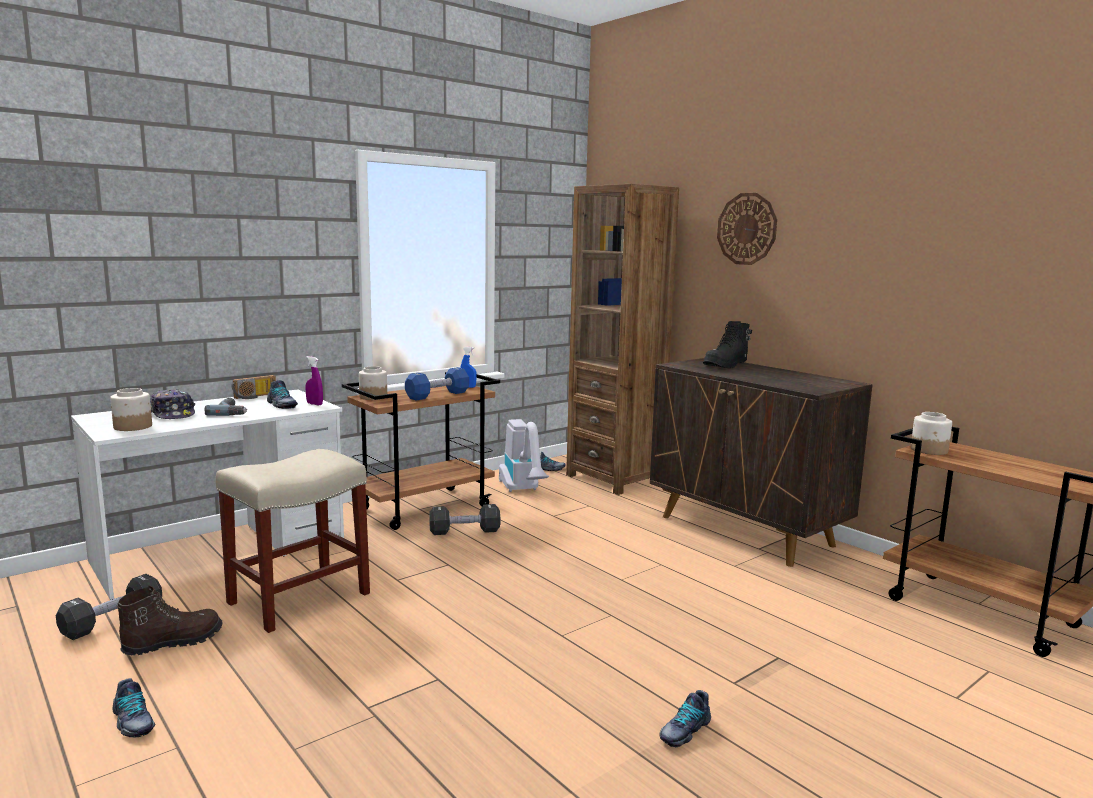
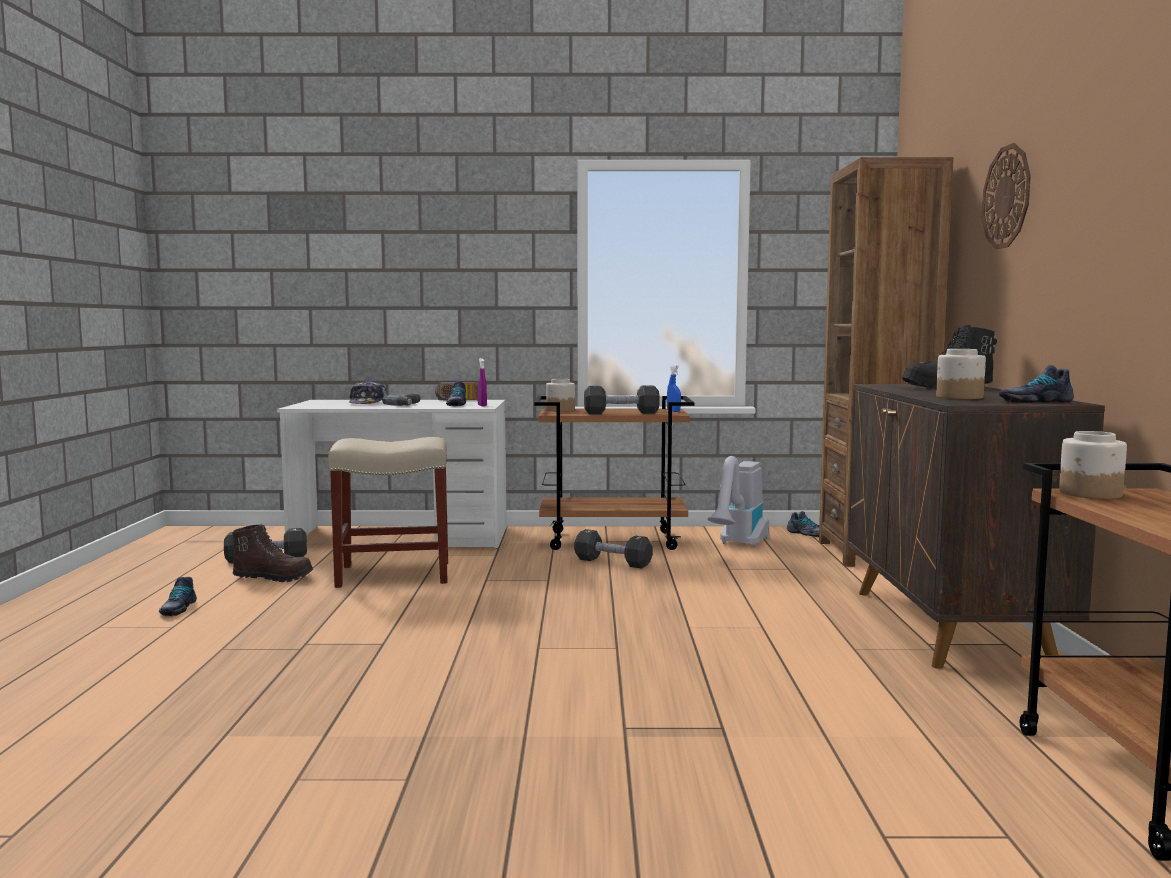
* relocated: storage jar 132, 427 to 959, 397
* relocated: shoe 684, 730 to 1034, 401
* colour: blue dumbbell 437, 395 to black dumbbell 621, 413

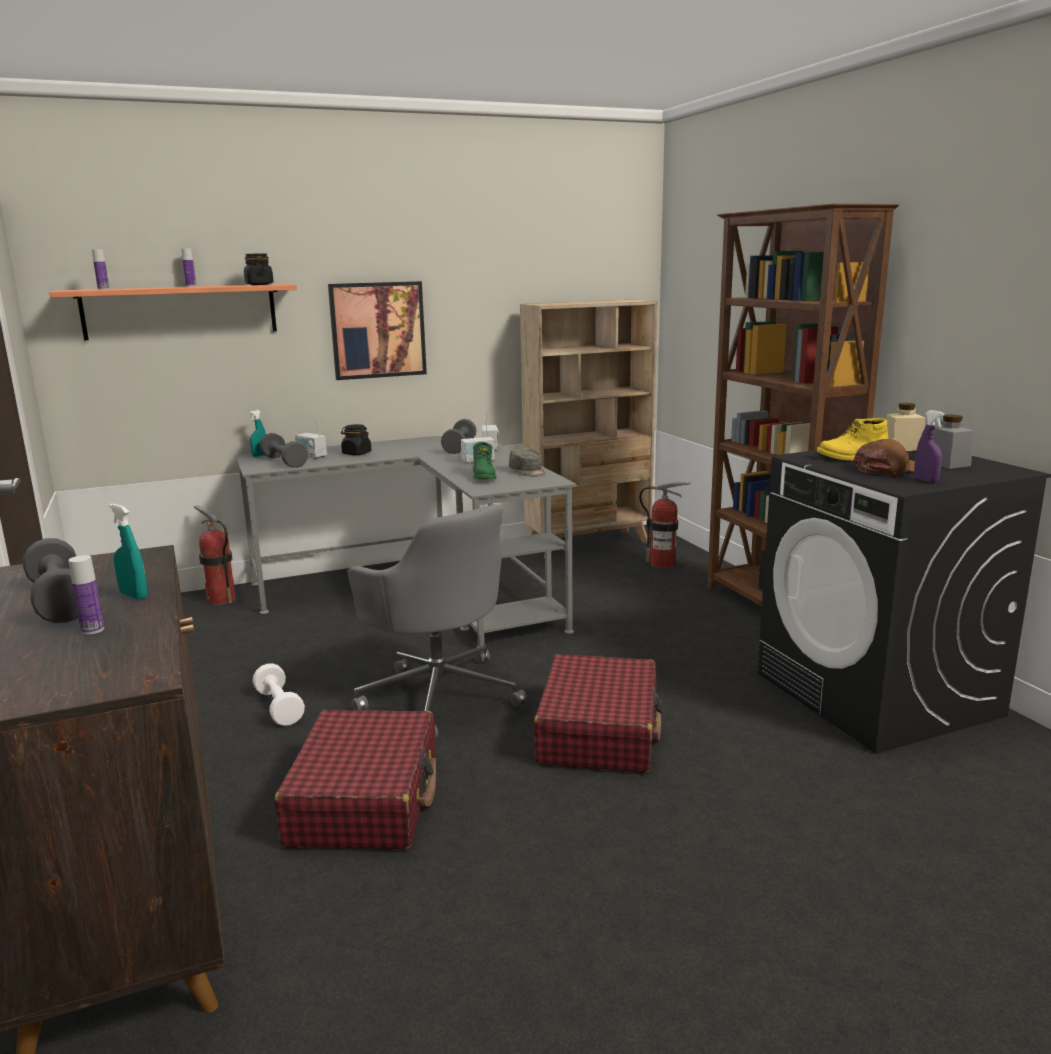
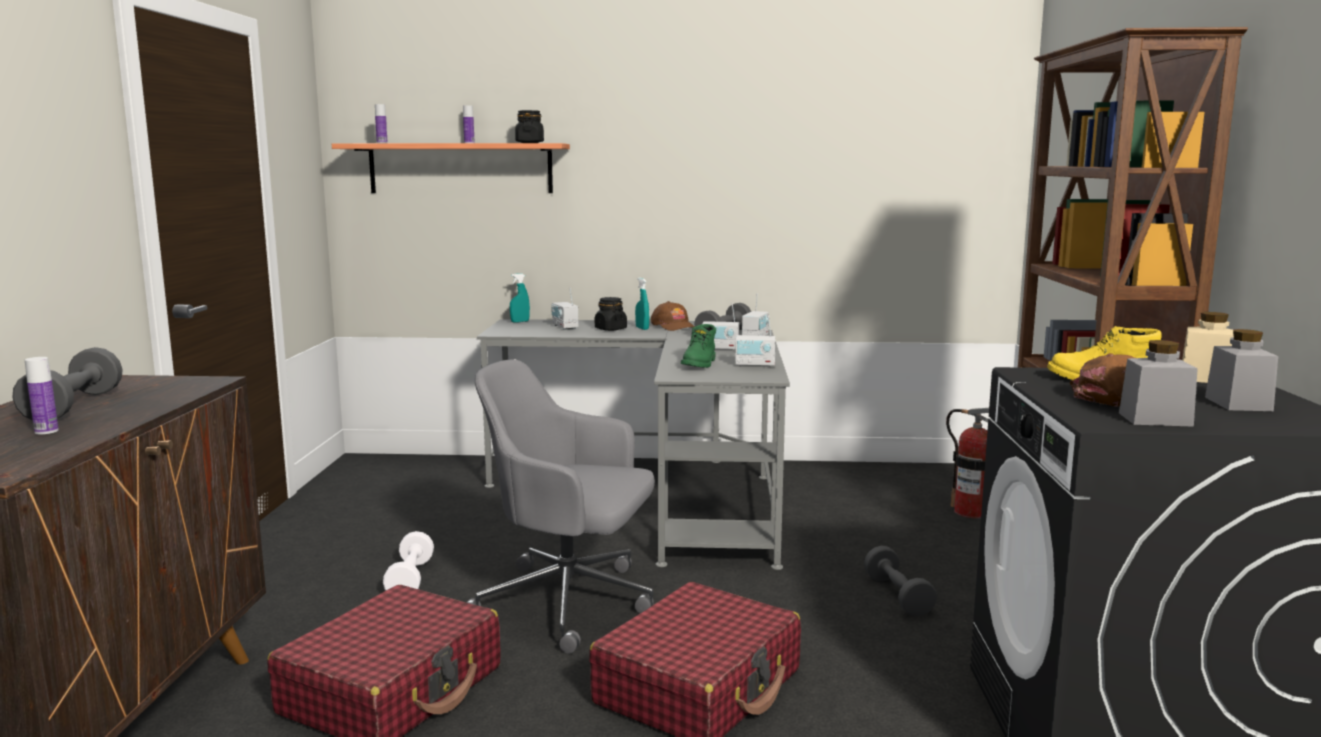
* missing: fire-fighting cylinder 221, 599
* missing: wall art 378, 330
* missing: beige-coloured bookcase 589, 544
* appeared: brown-coloured cap 674, 326
* relocated: turquoise-coloured hand sprayer 133, 596 to 642, 328
* relocated: grey dumbbell 284, 462 to 898, 596
* exchanged: grey cap 528, 472 to radio receiver 755, 365
* exchanged: purplish hand sprayer 925, 481 to grey storage jar 1155, 419
* spun: grey office chair 439, 694 = 569, 602 120 degrees clockwise

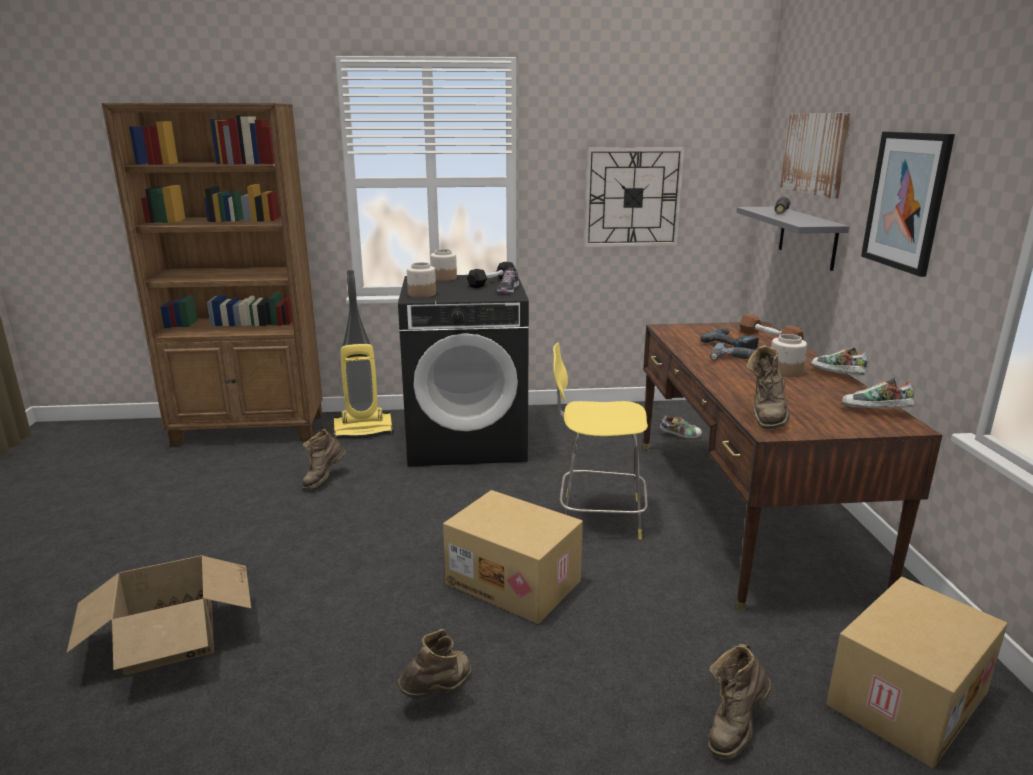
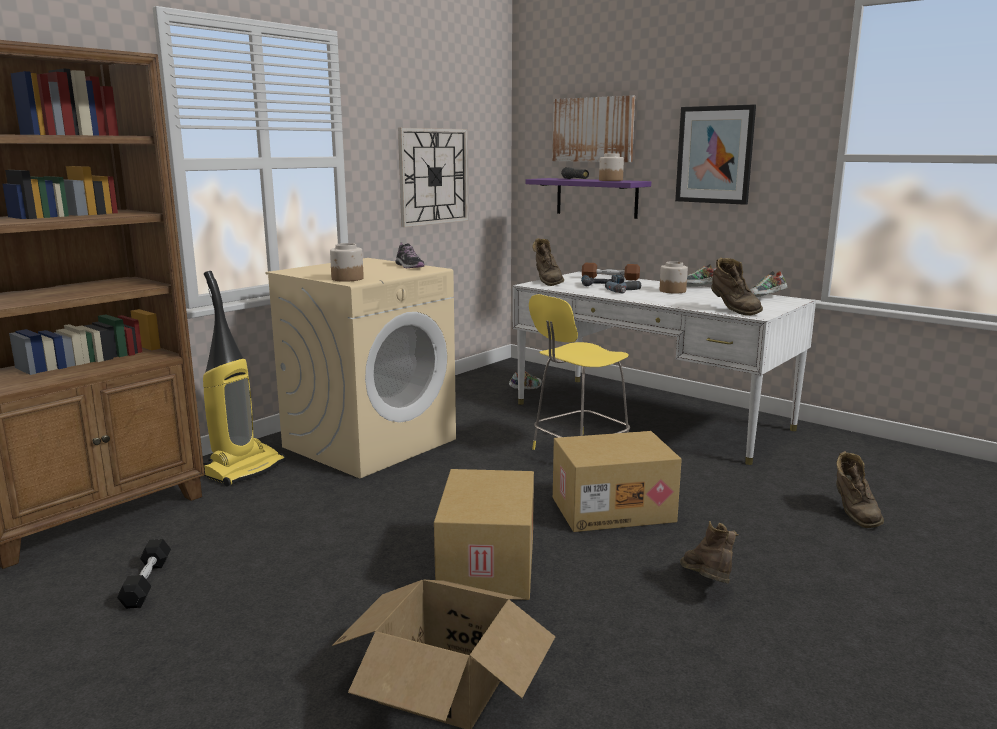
* relocated: brown-coloured tall boot 324, 479 to 547, 282
* relocated: storage jar 444, 278 to 610, 180
* relocated: black dumbbell 492, 282 to 147, 583
* relocated: cardboard box 905, 697 to 485, 564
* colour: black laundry appliance 467, 440 to beige-coloured laundry appliance 370, 443
* colour: brown-coloured desk table 745, 510 to white desk table 650, 416
* colour: grey shelf 807, 237 to purplish shelf 596, 197

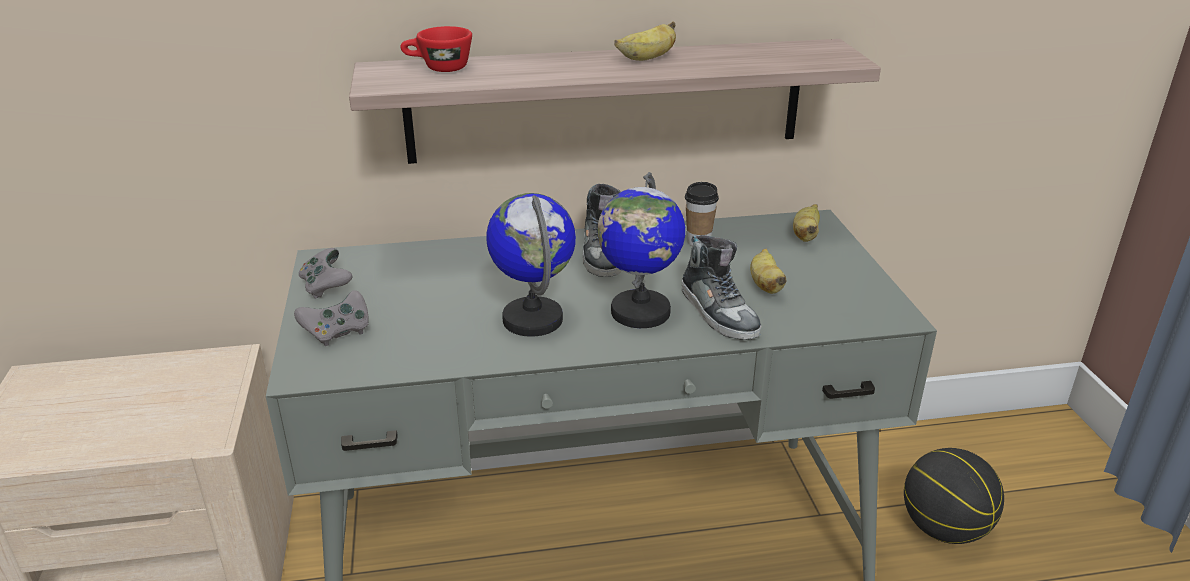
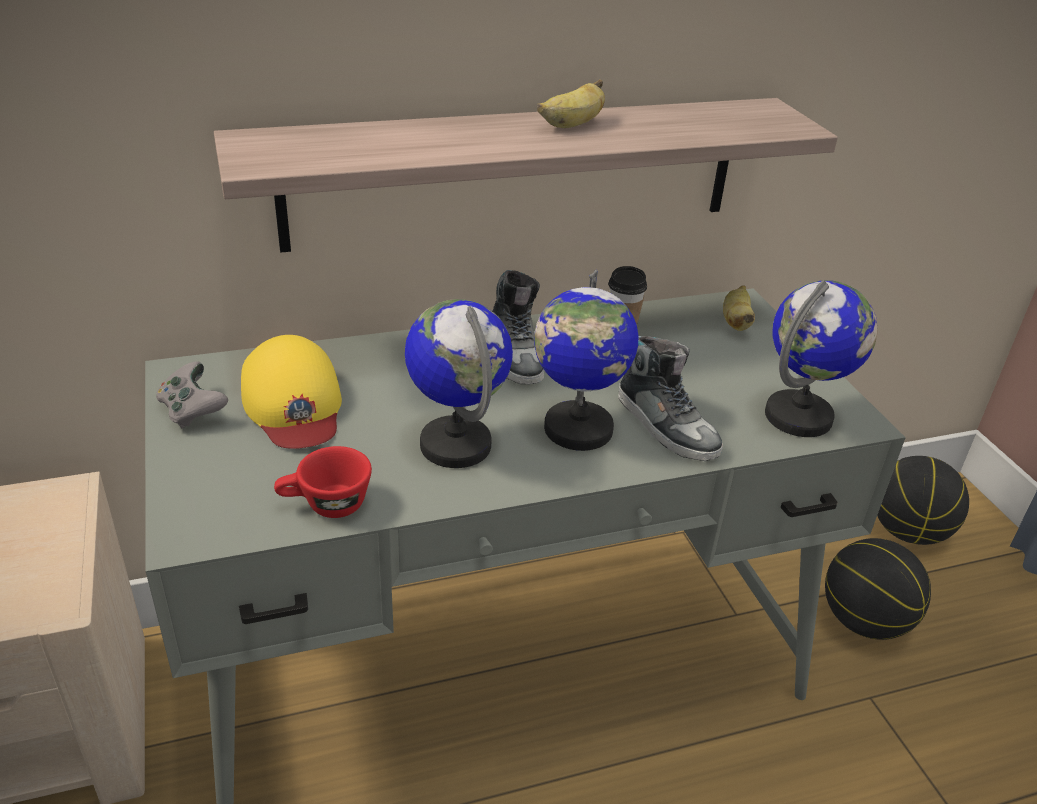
* missing: grey gamepad 337, 332
* missing: banana fruit 765, 285
* appeared: yellow cap 293, 404
* appeared: globe 799, 417
* appeared: ball for basketball 908, 532
* relocated: red-coloured cup 438, 68 to 325, 505

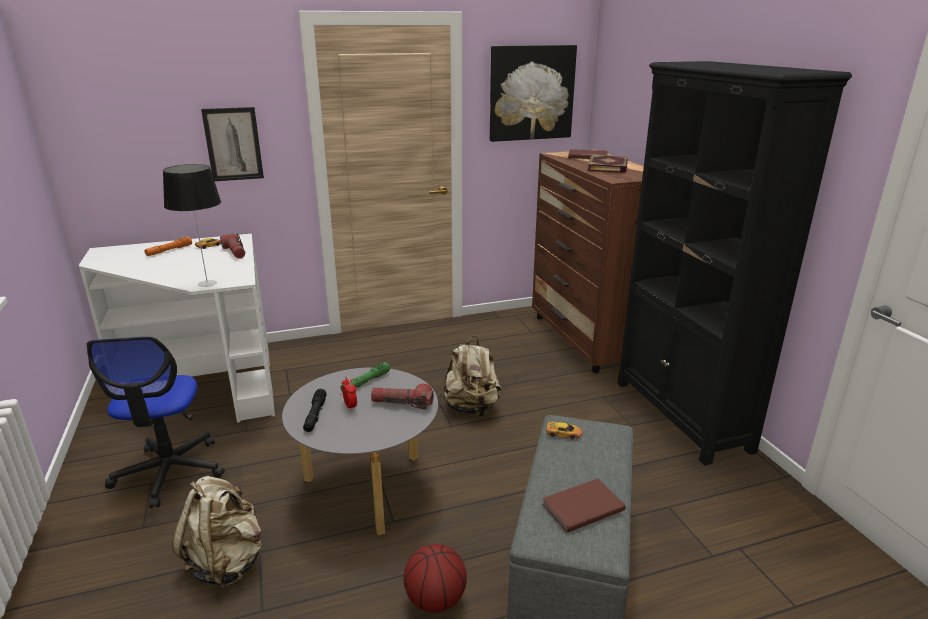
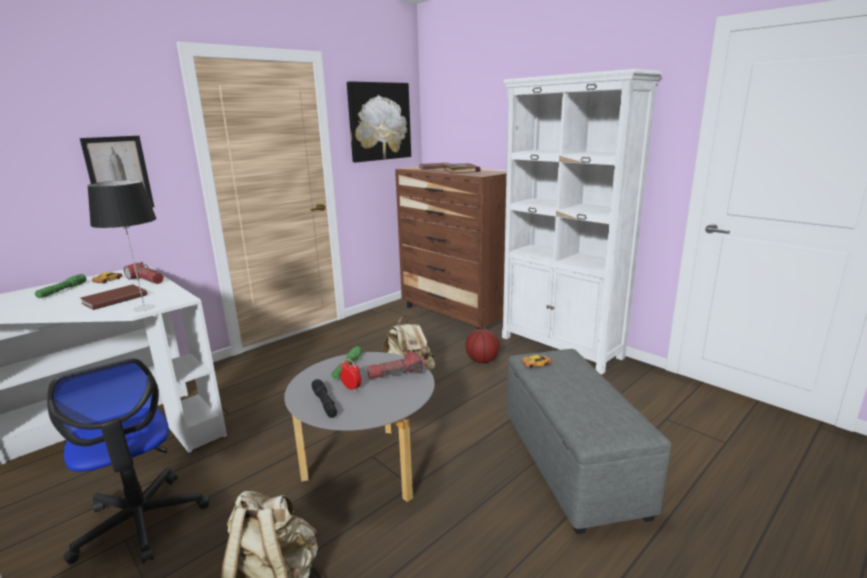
* relocated: ball for basketball 435, 599 to 482, 361
* relocated: brown-coloured book 581, 507 to 113, 299
* colour: orange-coloured flashlight 169, 250 to green flashlight 62, 290
* colour: black bookcase 681, 415 to white bookcase 561, 347

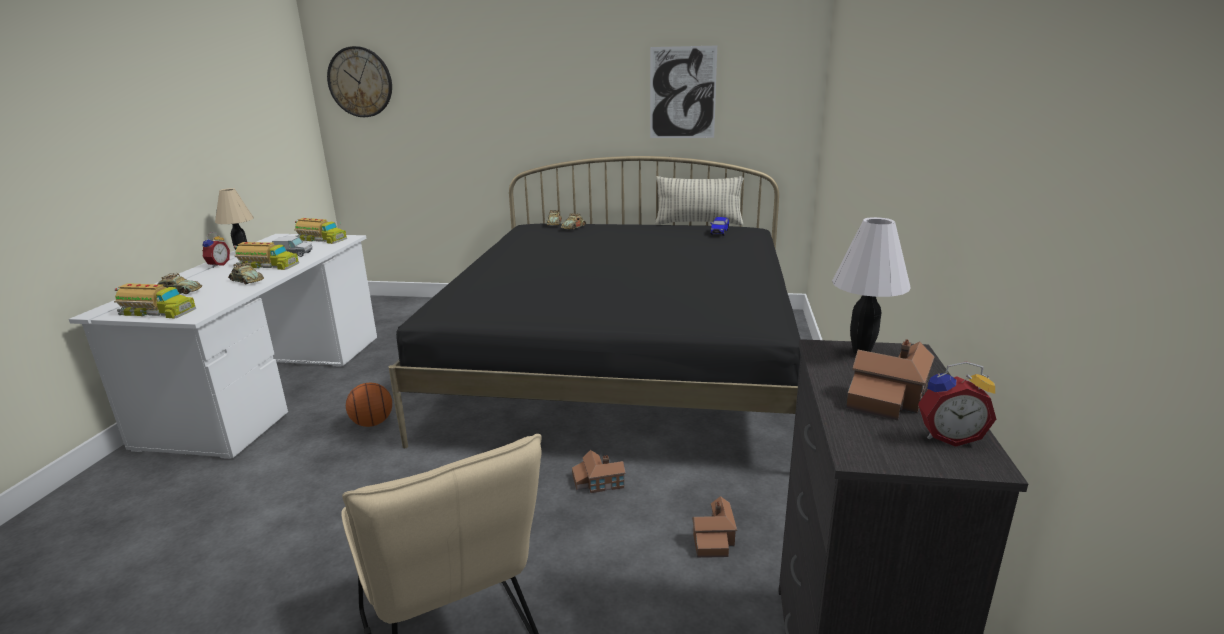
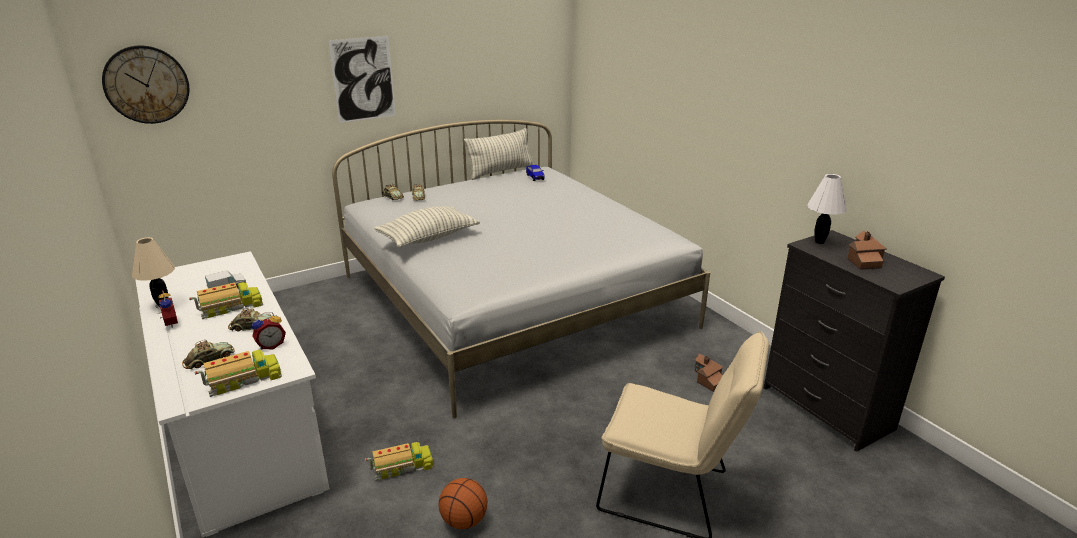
* missing: miniature house 597, 481
* appeared: cushion 428, 238
* relocated: model truck 320, 239 to 402, 467
* relocated: ball for basketball 372, 423 to 464, 520
* relocated: wall art 682, 93 to 363, 79
* relocated: table clock 948, 436 to 271, 345
* colour: black bed 622, 365 to white bed 513, 301

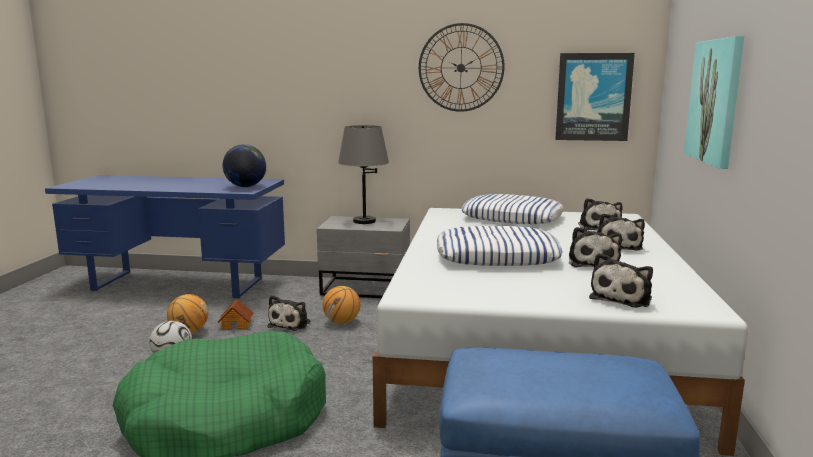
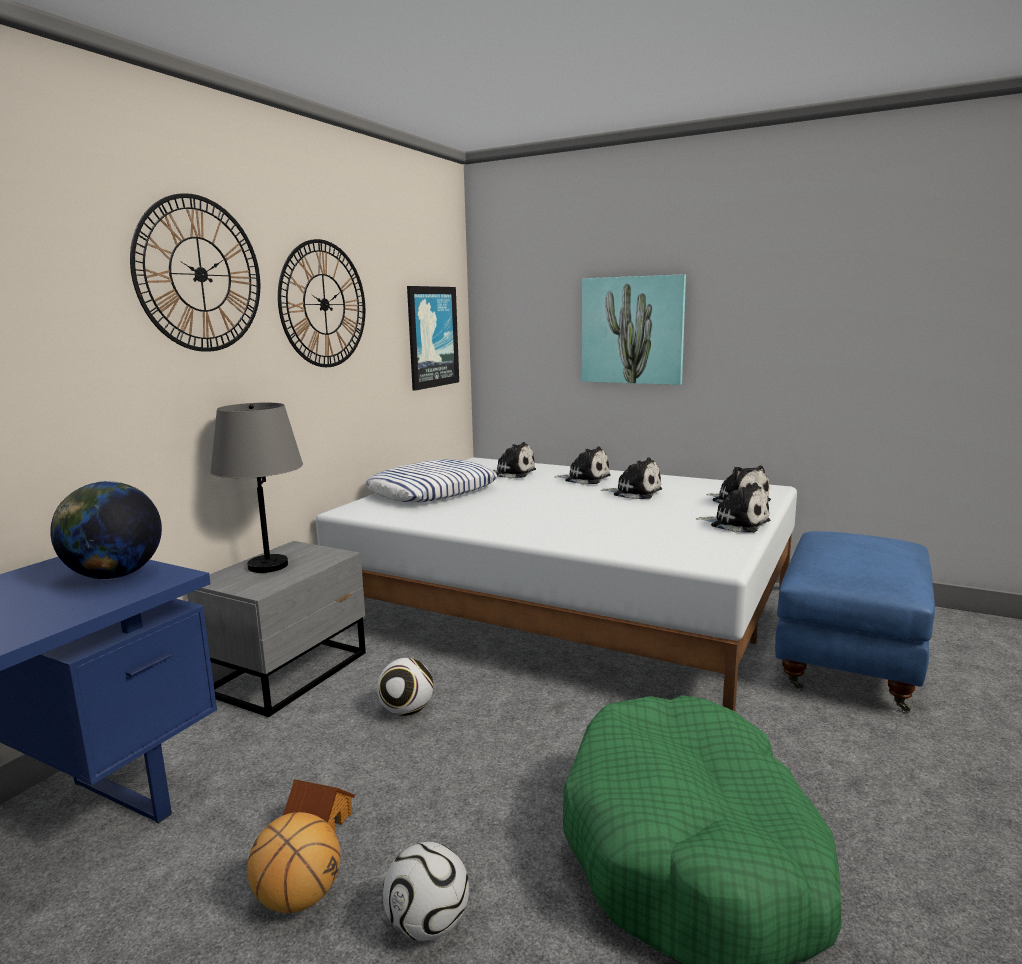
* missing: cushion 497, 256
* appeared: hanging clock 200, 274
* relocated: cuddly toy 291, 324 to 736, 524
* exchanged: ball for basketball 342, 322 to football 407, 711

